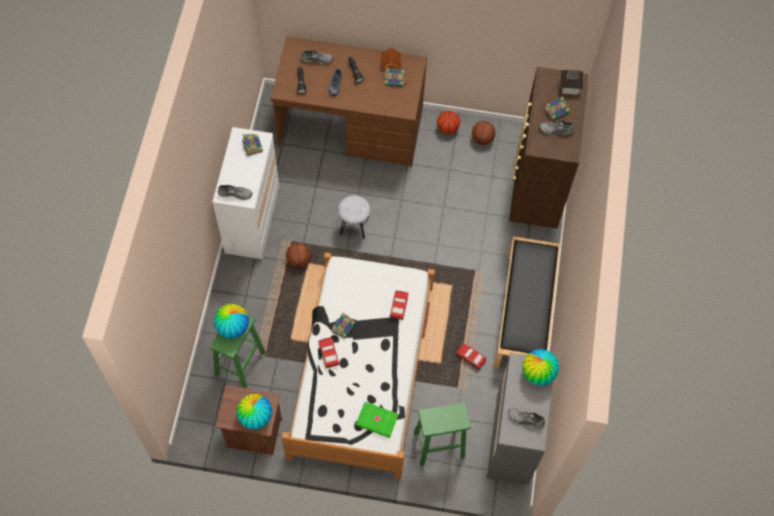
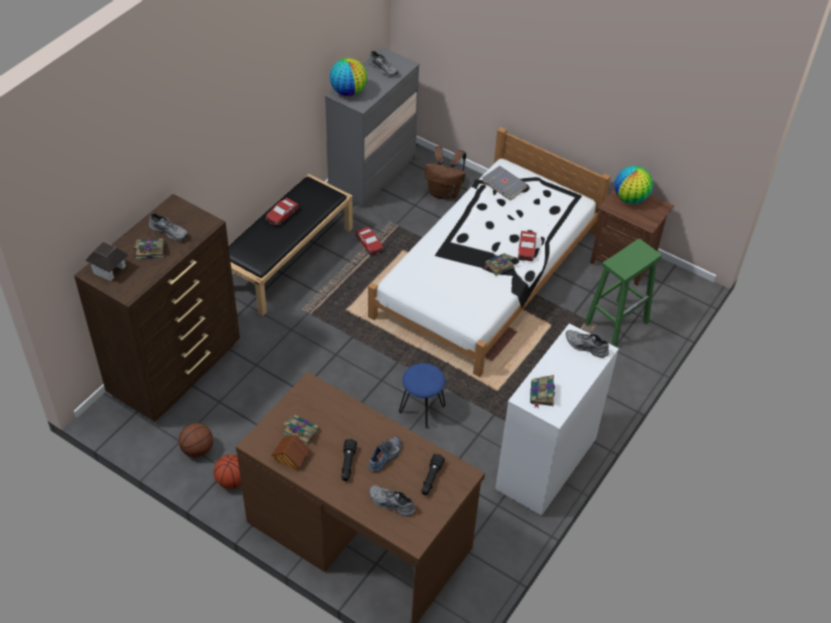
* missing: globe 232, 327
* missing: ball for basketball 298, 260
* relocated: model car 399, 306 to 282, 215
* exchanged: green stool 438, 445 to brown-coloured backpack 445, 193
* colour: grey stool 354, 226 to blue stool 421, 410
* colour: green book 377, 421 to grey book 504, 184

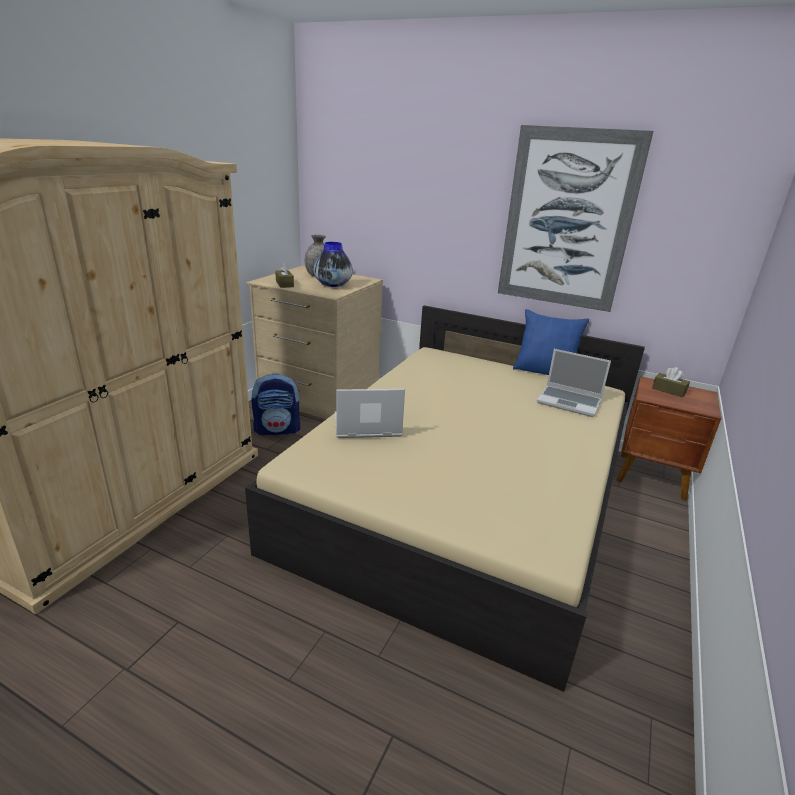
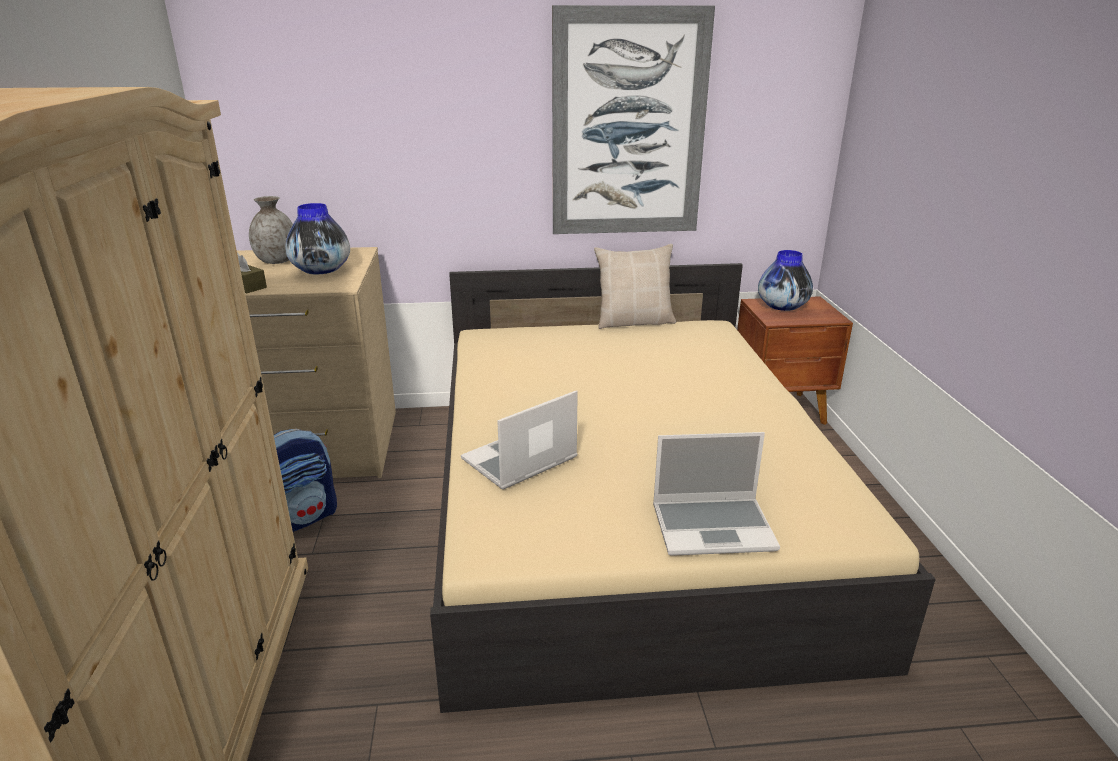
* relocated: laptop 570, 402 to 714, 527
* exchanged: brown-coloured box of tissues 669, 390 to decorative vase 782, 307
* colour: blue cushion 544, 371 to beige-coloured cushion 634, 321

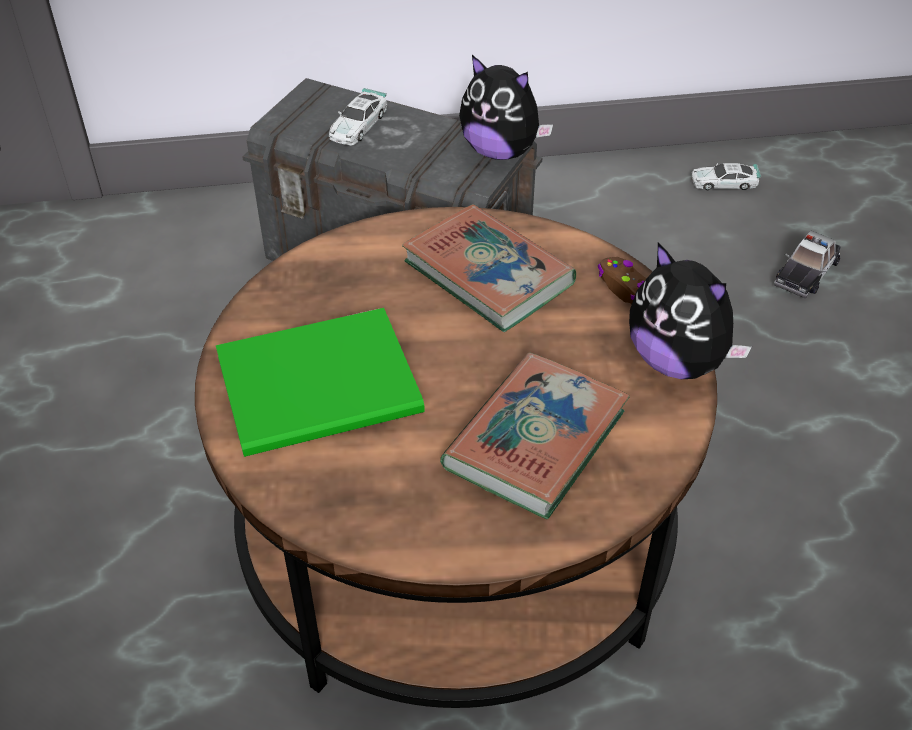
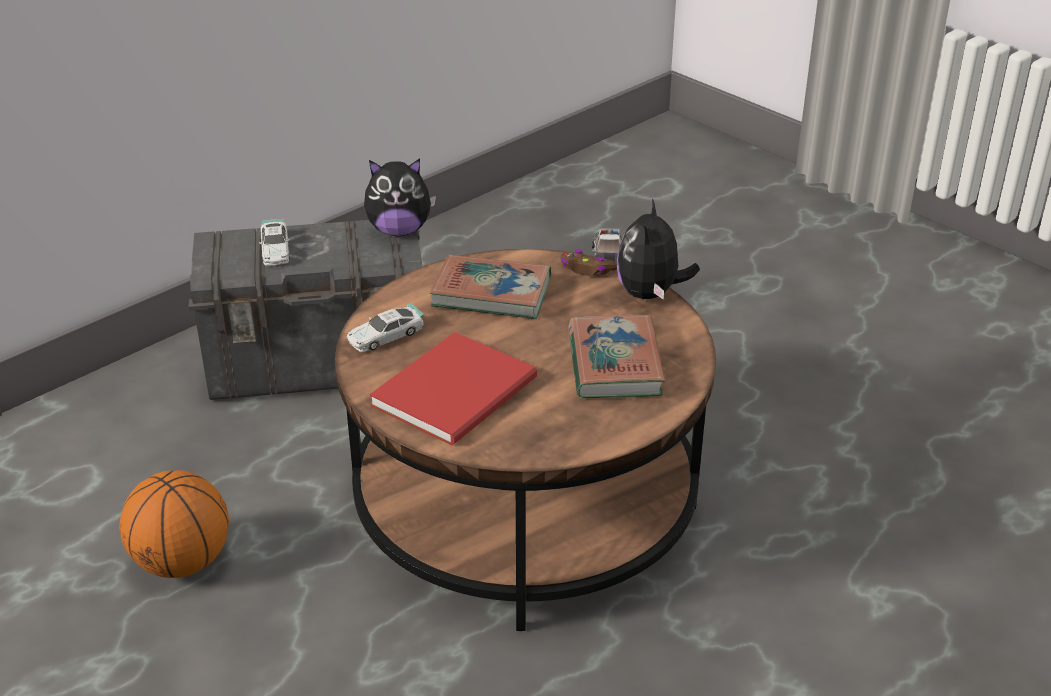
* appeared: ball for basketball 183, 562
* relocated: model car 723, 183 to 385, 335
* colour: green book 325, 387 to red-coloured book 460, 391
* spun: cuddly toy 677, 361 = 650, 294 90 degrees clockwise

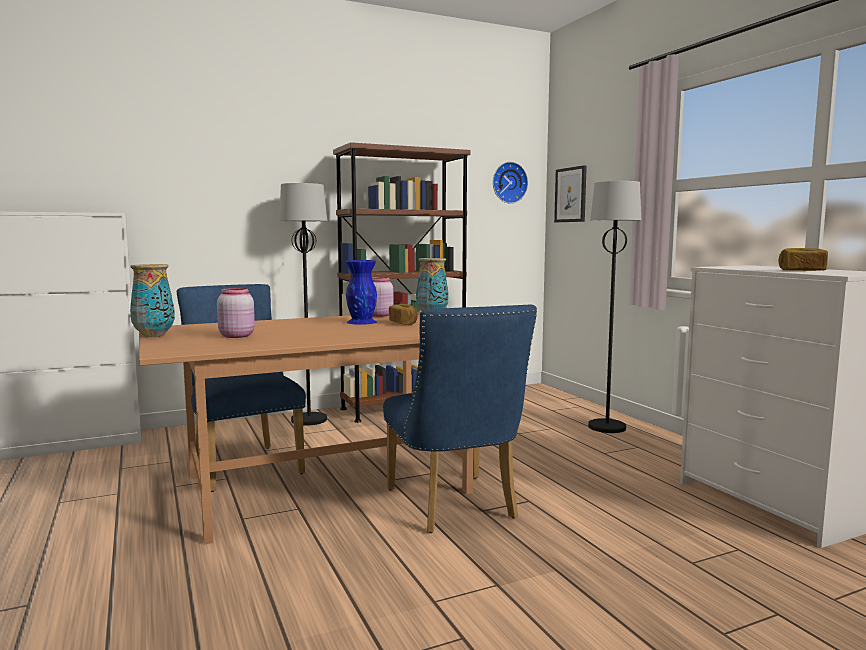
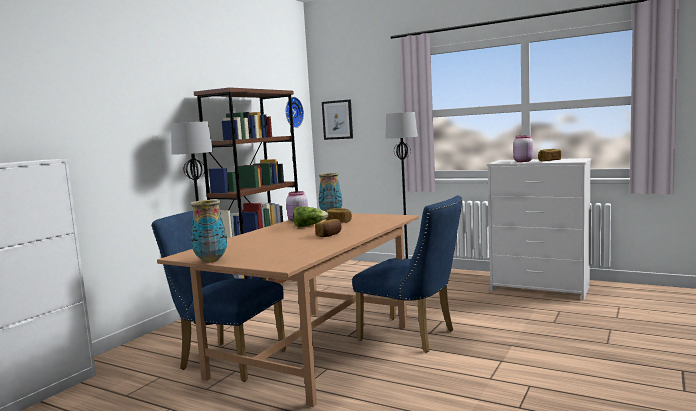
* appeared: bread 329, 235
* relocated: pinkish storage jar 236, 336 to 522, 161
* exchanged: blue decorative vase 362, 322 to lettuce head 309, 226

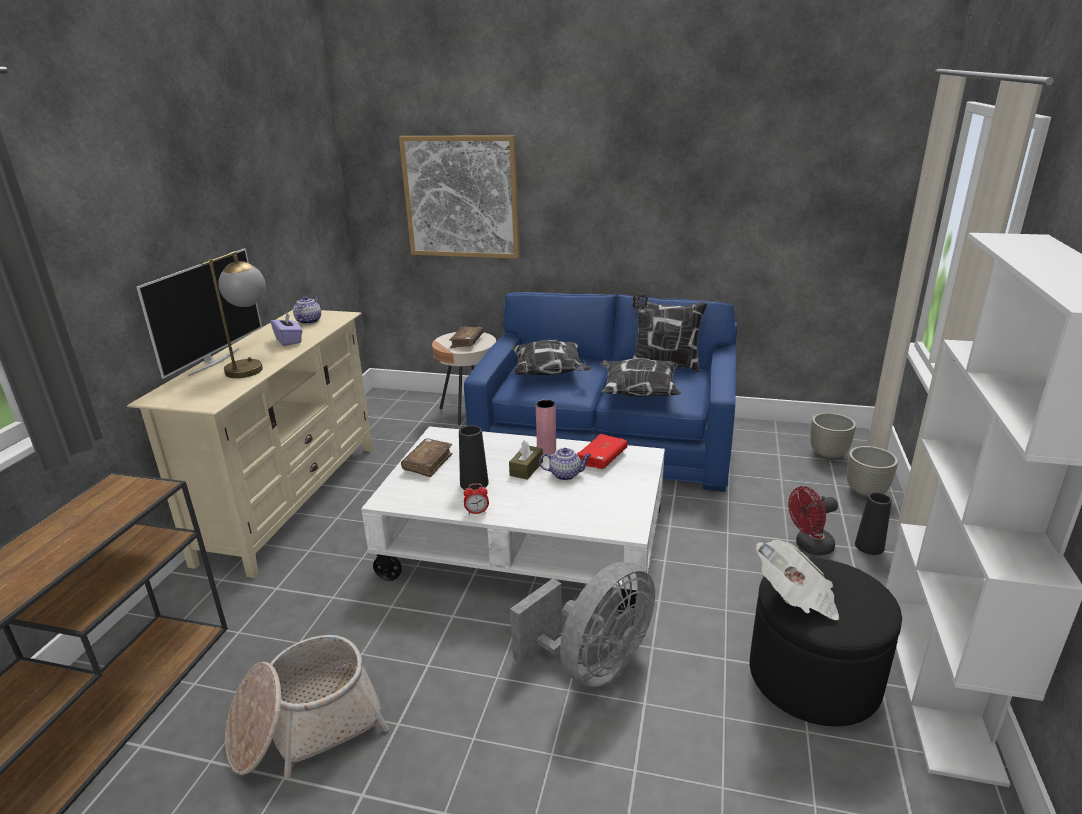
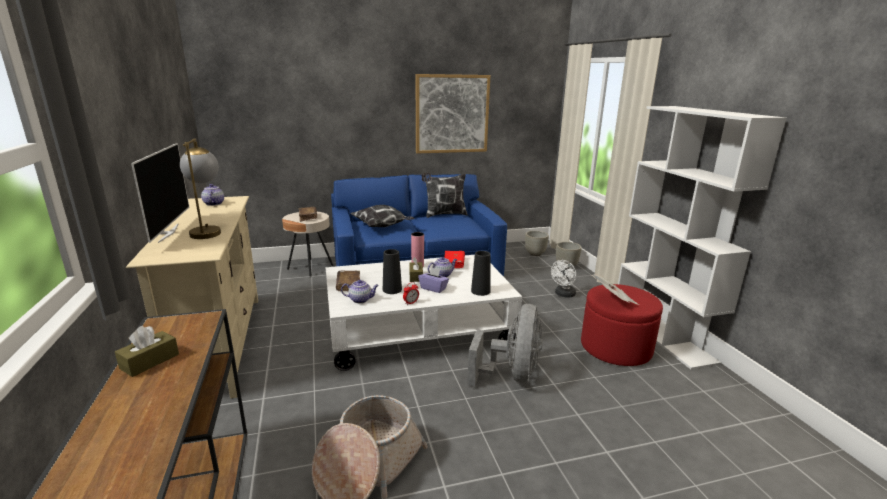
* missing: cushion 638, 393
* appeared: brown-coloured box of tissues 150, 361
* appeared: teapot 361, 299
* relocated: purplish box of tissues 289, 340 to 433, 288
* relocated: wall art 461, 197 to 452, 114
* relocated: black decorative vase 869, 546 to 480, 291
* colour: black ottoman 813, 677 to red-coloured ottoman 615, 348
* colour: red-coloured electric fan 809, 546 to white electric fan 563, 294

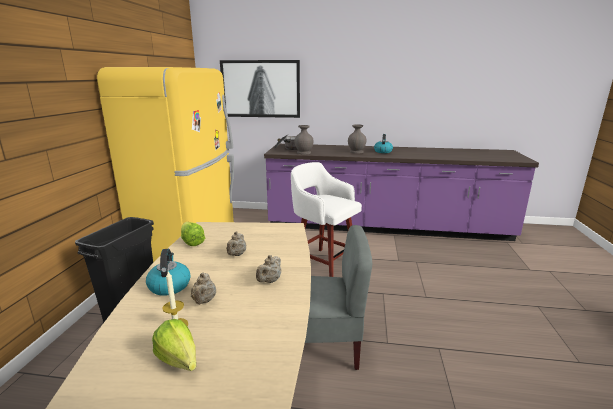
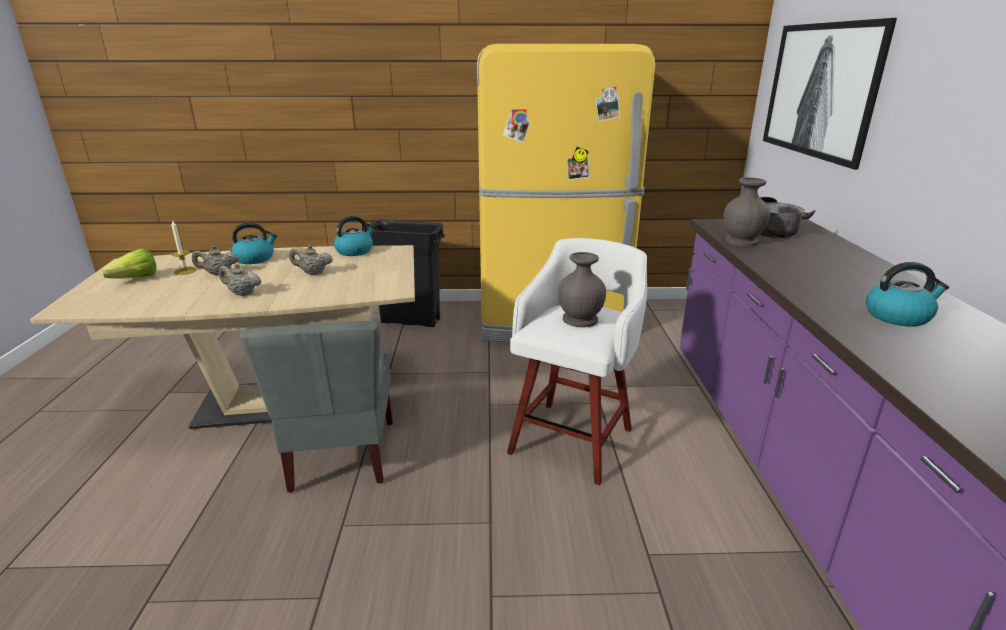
* relocated: grey decorative vase 356, 152 to 581, 320
* exchanged: lettuce head 191, 241 to water kettle 355, 251

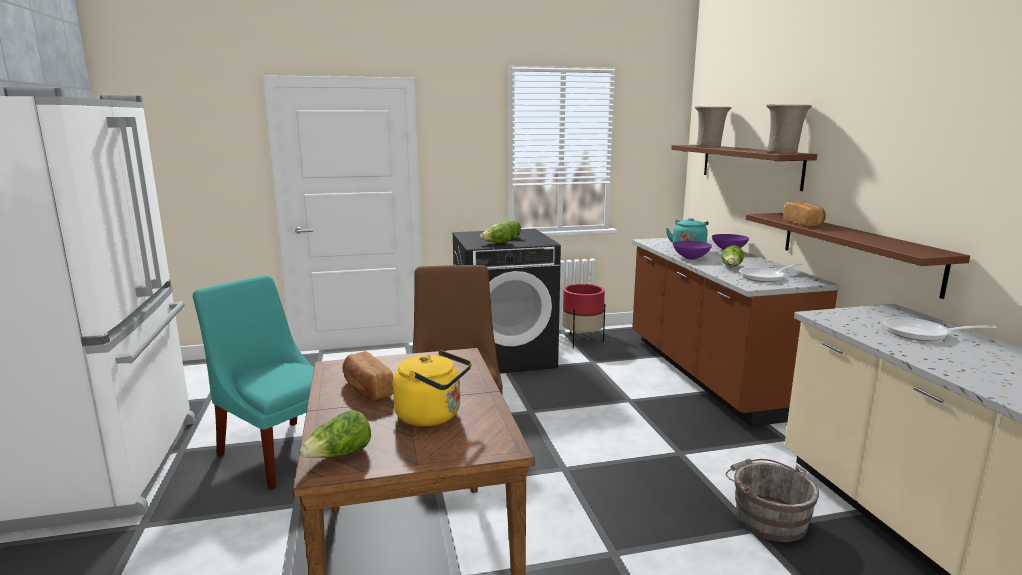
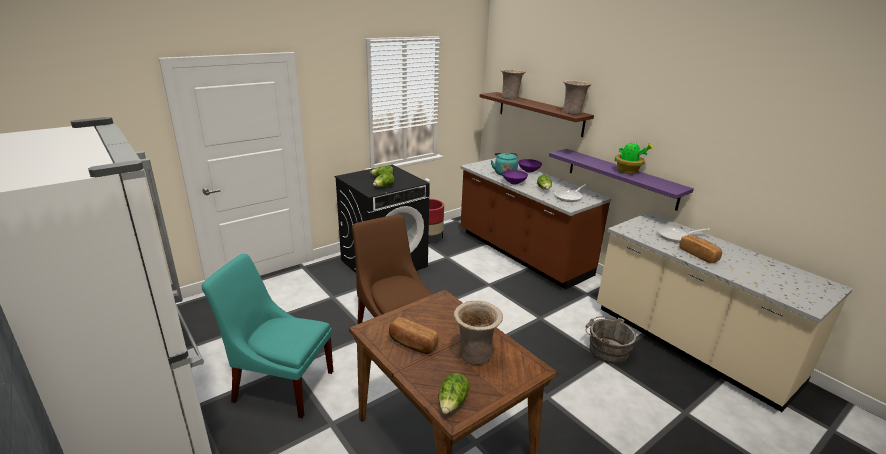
* appeared: plant in a pot 628, 172
* relocated: bread 803, 223 to 699, 255
* exchanged: yellow water kettle 433, 416 to beige-coloured decorative vase 475, 356
* colour: brown-coloured shelf 856, 250 to purplish shelf 621, 178

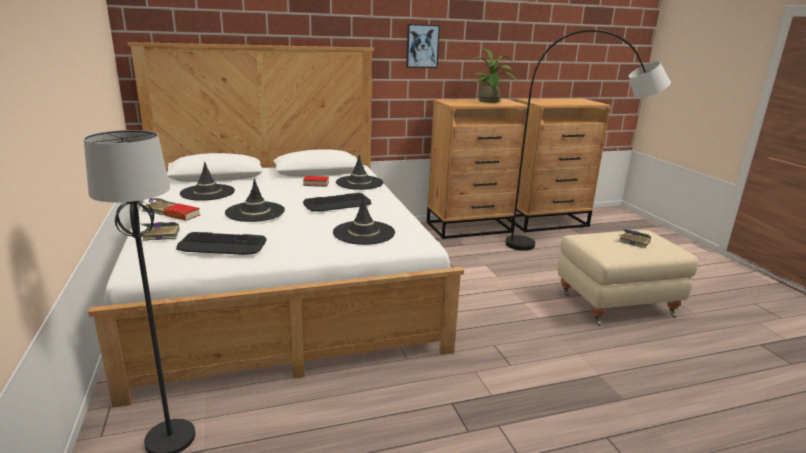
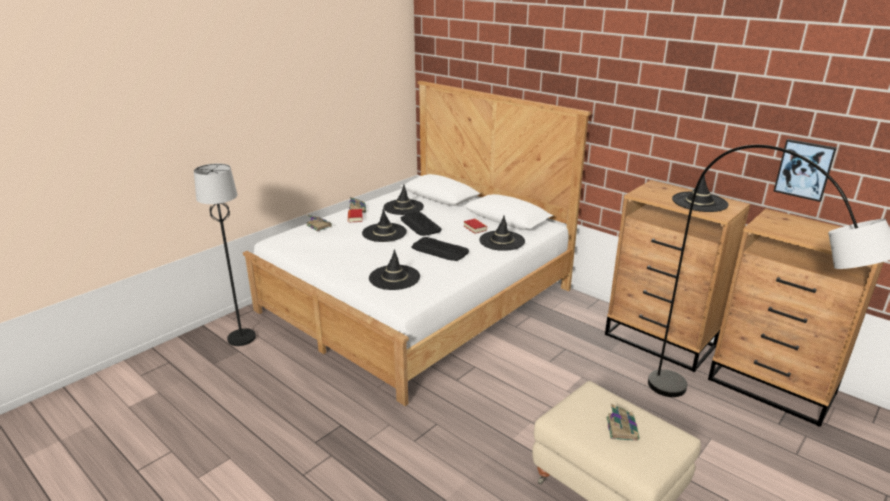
* relocated: keyboard 222, 245 to 420, 224
* relocated: wall art 422, 46 to 804, 169
* exchanged: plant in a pot 490, 101 to black clothing hat 699, 202

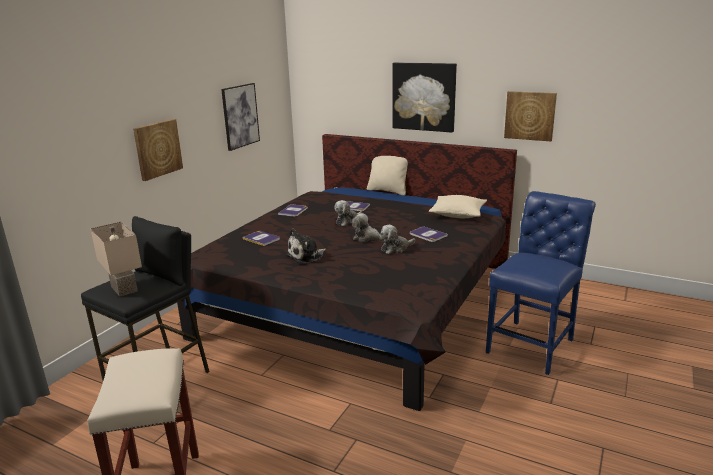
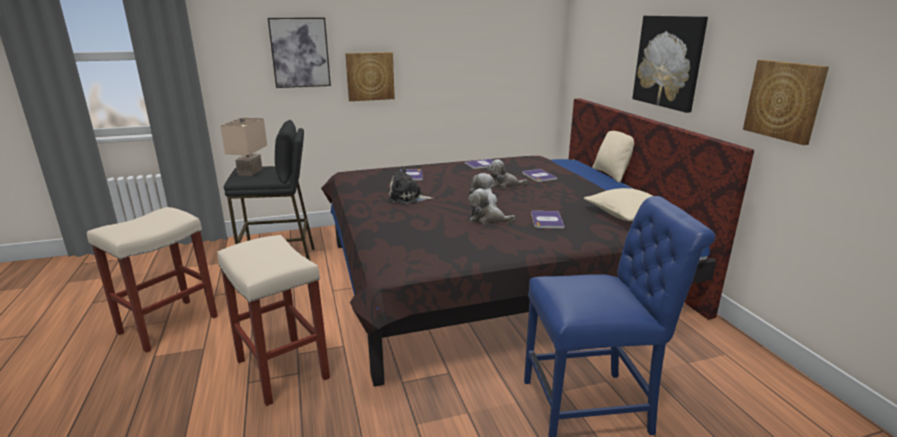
* appeared: beige-coloured stool 283, 369
* relocated: wall art 240, 116 to 300, 52

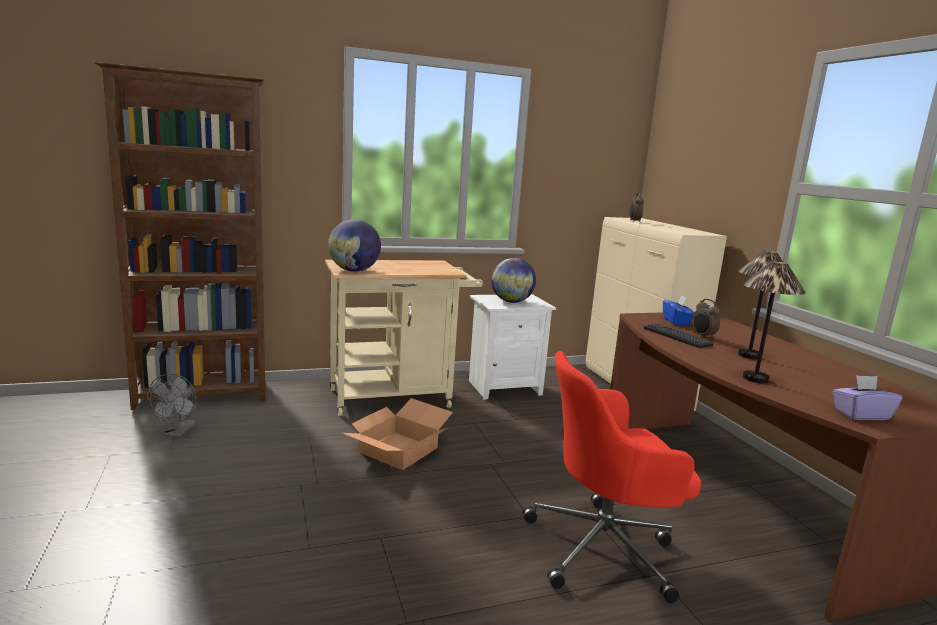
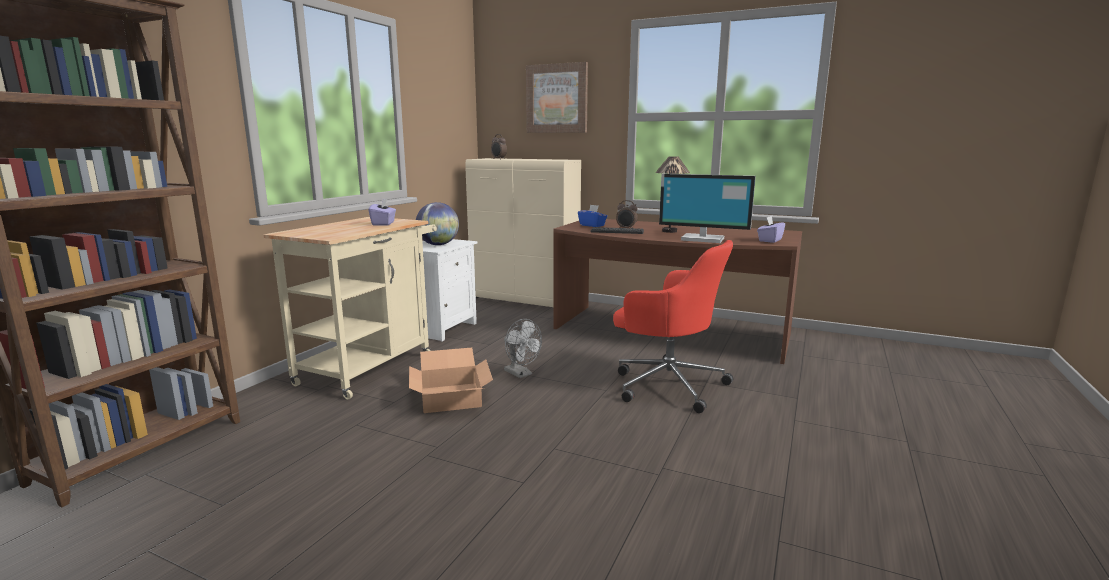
* missing: globe 354, 271
* appeared: purplish box of tissues 384, 224
* appeared: wall art 557, 98
* relocated: grey electric fan 177, 432 to 521, 374
* exchanged: tabletop lamp 756, 379 to computer display 703, 239
* spun: red-coloured office chair 604, 548 = 667, 384 90 degrees counterclockwise

